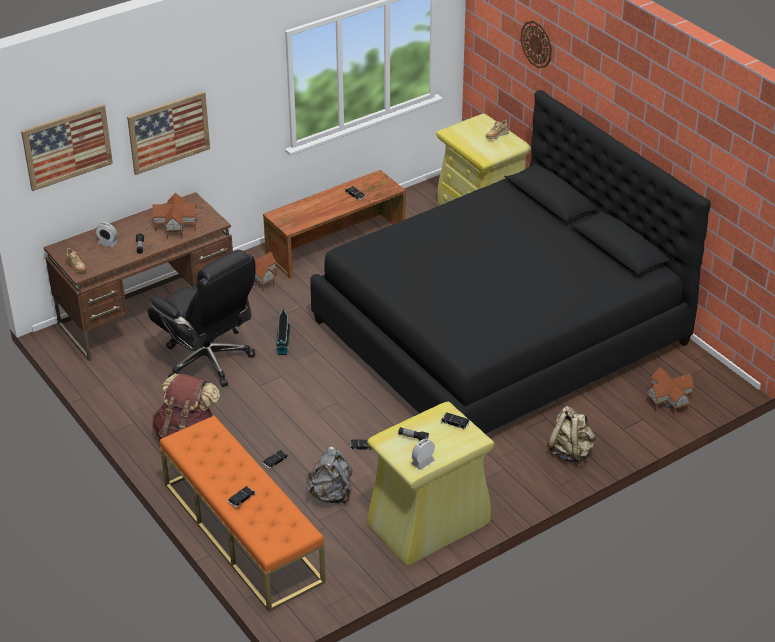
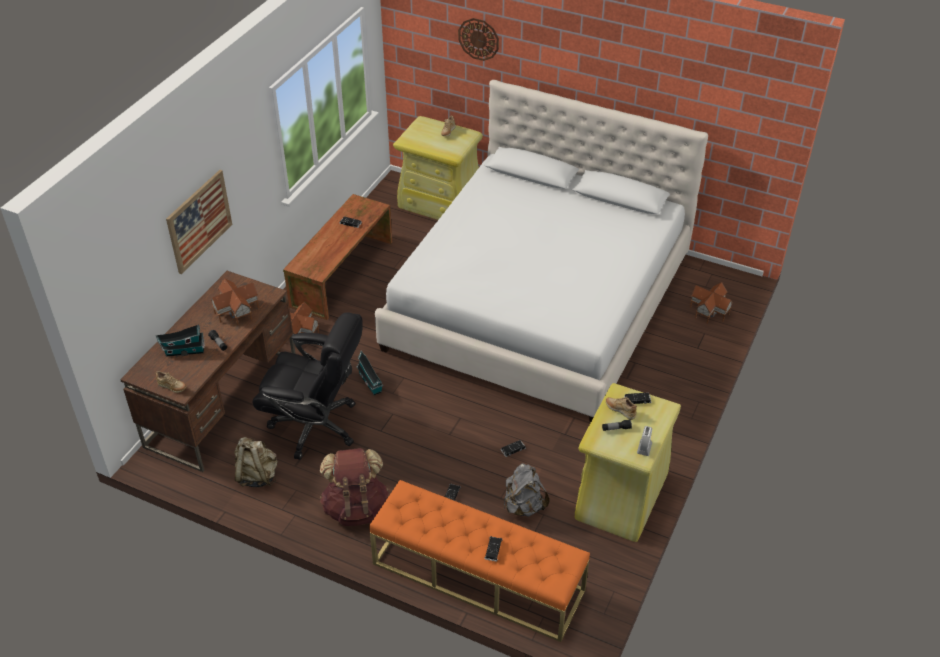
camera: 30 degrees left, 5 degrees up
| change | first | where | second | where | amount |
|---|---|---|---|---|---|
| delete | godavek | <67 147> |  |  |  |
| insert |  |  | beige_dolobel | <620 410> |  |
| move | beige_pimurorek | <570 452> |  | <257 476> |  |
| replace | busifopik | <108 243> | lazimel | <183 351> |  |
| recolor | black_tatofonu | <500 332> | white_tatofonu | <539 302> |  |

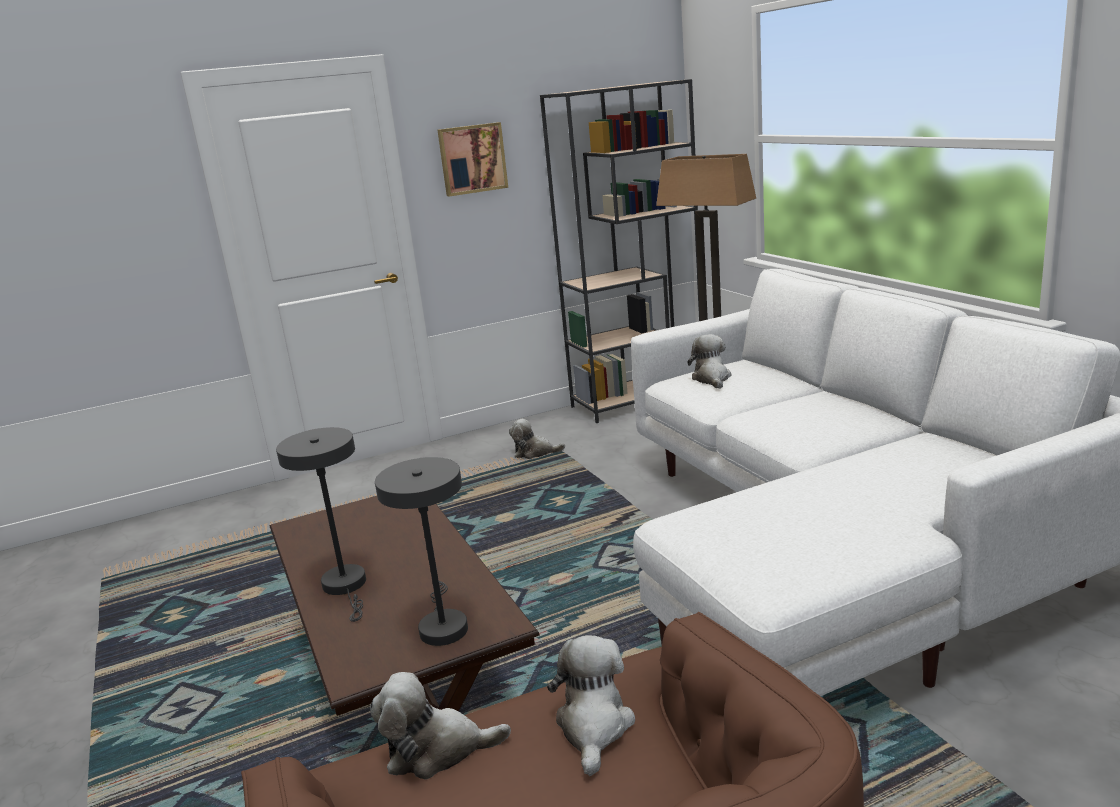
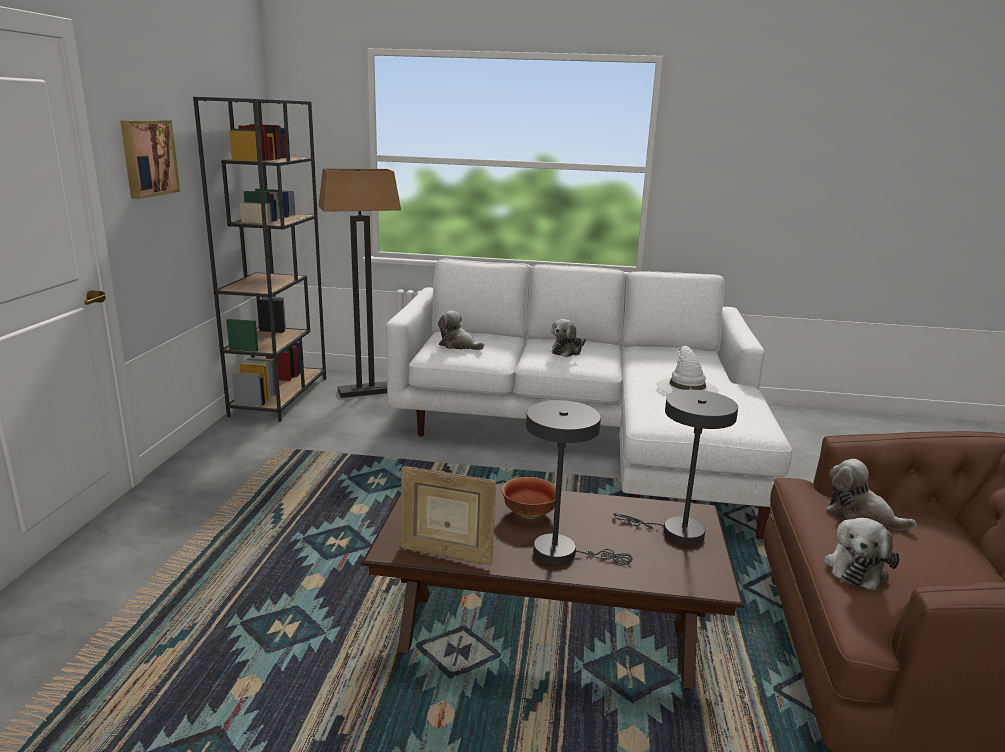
camera: 60 degrees left, 0 degrees up
| change | first | where | second | where | amount |
|---|---|---|---|---|---|
| insert |  |  | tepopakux | <446 554> |  |
| insert |  |  | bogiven | <529 513> |  |
| insert |  |  | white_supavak | <686 388> |  |
| move | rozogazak | <534 452> |  | <568 351> |  |

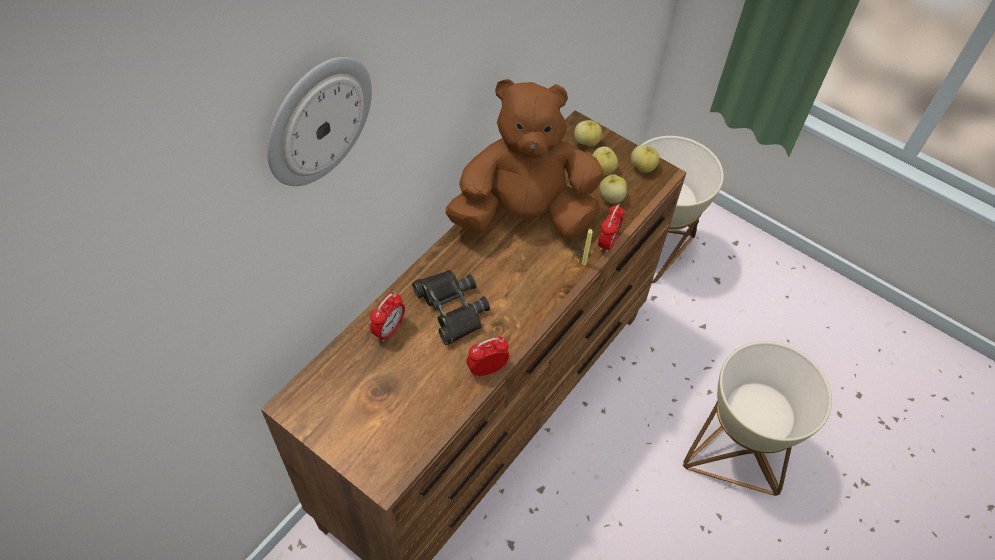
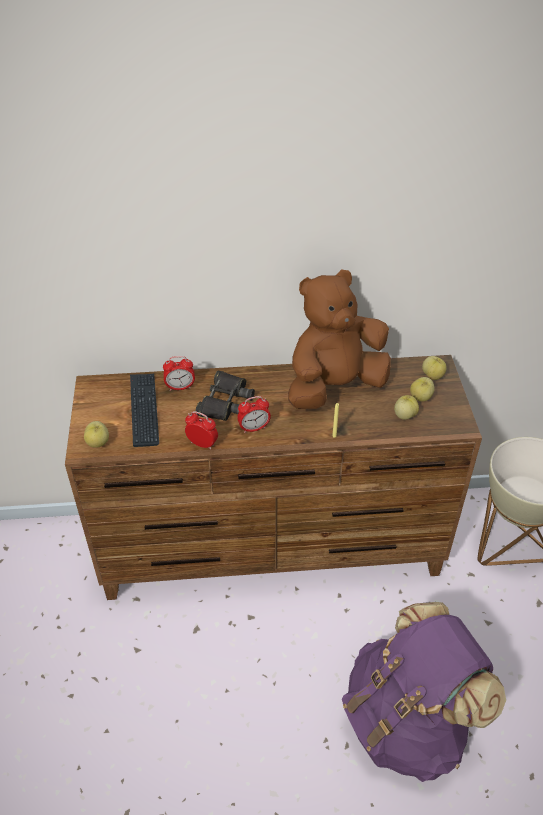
camera: 50 degrees right, 10 degrees down
| change | first | where | second | where | amount |
|---|---|---|---|---|---|
| delete | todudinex | <317 120> |  |  |  |
| insert |  |  | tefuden | <144 410> |  |
| move | busifopik | <607 242> |  | <254 428> |  |
| move | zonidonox | <643 167> |  | <98 442> |  |
| replace | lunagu | <735 454> | purple_pimurorek | <407 721> |  |
| rotate | brown_rozogazak | <524 215> |  | <334 386> | 75 degrees counterclockwise |

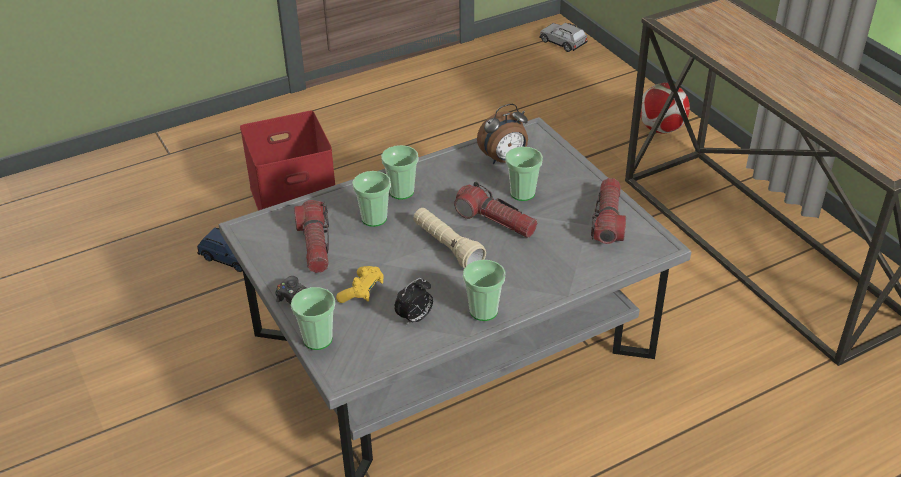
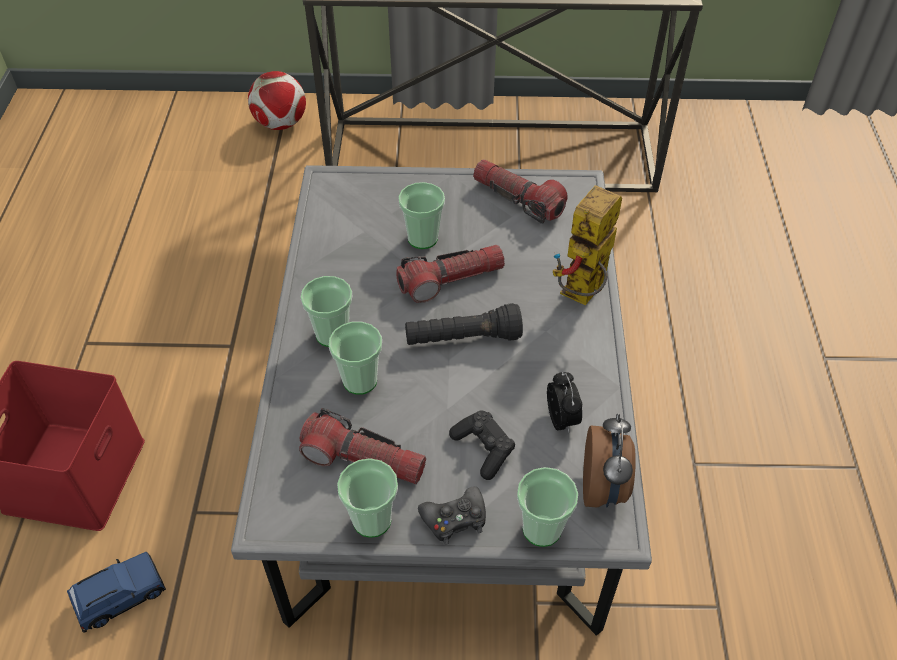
camera: 60 degrees left, 10 degrees up
| change | first | where | second | where | amount |
|---|---|---|---|---|---|
| delete | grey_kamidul | <563 43> |  |  |  |
| insert |  |  | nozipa | <582 296> |  |
| move | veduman | <483 311> |  | <372 520> |  |
| move | busifopik | <504 159> |  | <604 488> |  |
| recolor | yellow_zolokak | <362 291> | black_zolokak | <483 449> |  |
| recolor | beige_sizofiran | <447 247> | black_sizofiran | <463 339> |  |

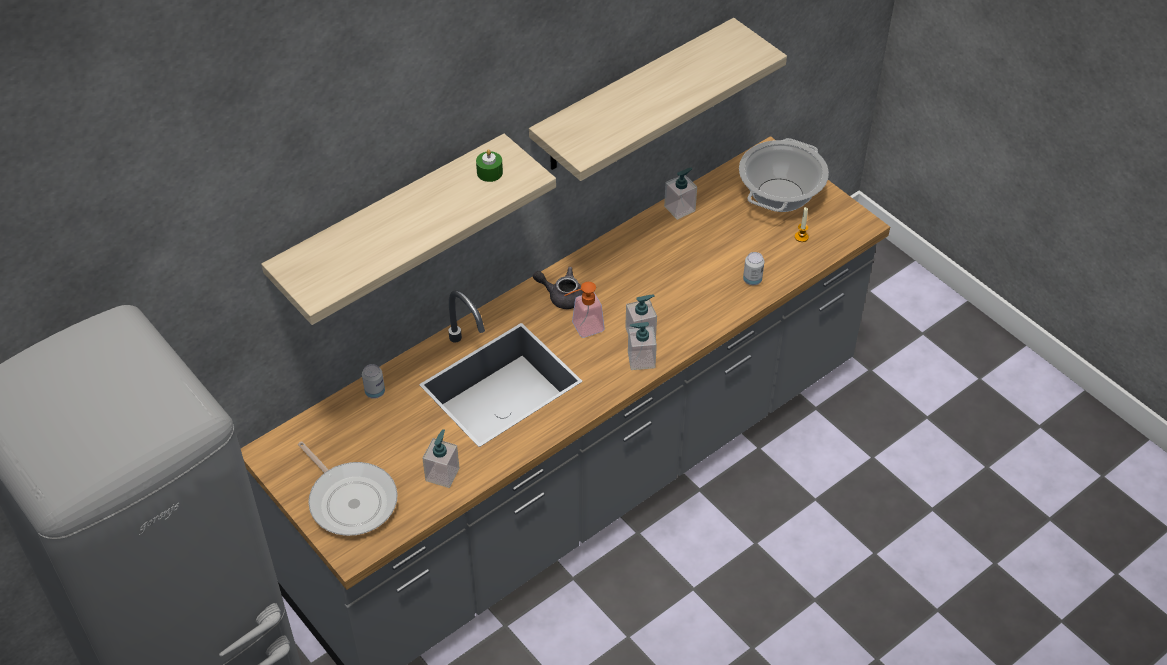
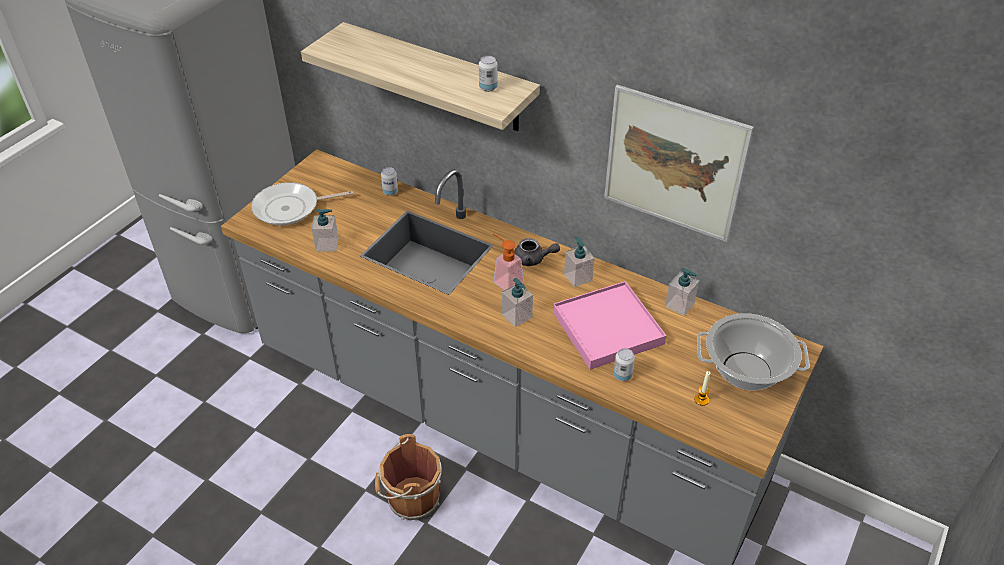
camera: 70 degrees right, 5 degrees down
| change | first | where | second | where | amount |
|---|---|---|---|---|---|
| insert |  |  | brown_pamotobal | <411 499> |  |
| insert |  |  | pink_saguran | <607 328> |  |
| move | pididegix | <641 360> |  | <577 277> |  |
| replace | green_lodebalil | <489 172> | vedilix | <488 88> |  |
| replace | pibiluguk | <633 97> | godavek | <674 164> |  |
| rotate | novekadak | <350 500> |  | <290 208> | 45 degrees clockwise |
| rotate | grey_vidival | <561 296> |  | <533 259> | 105 degrees clockwise |

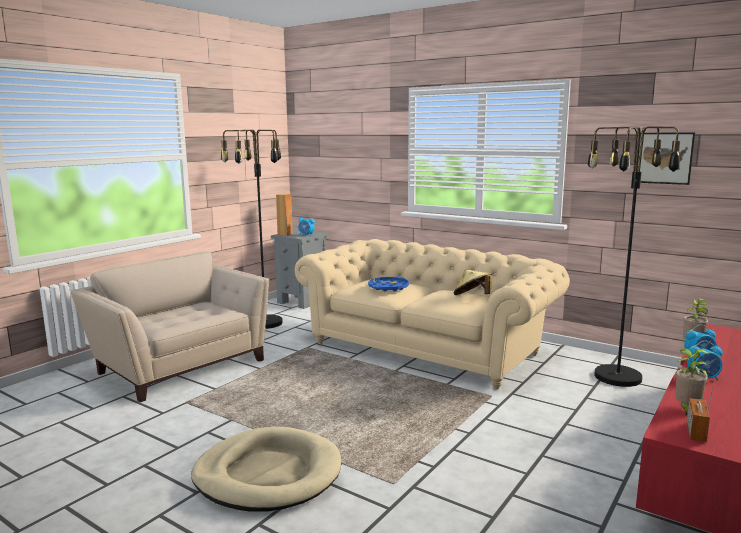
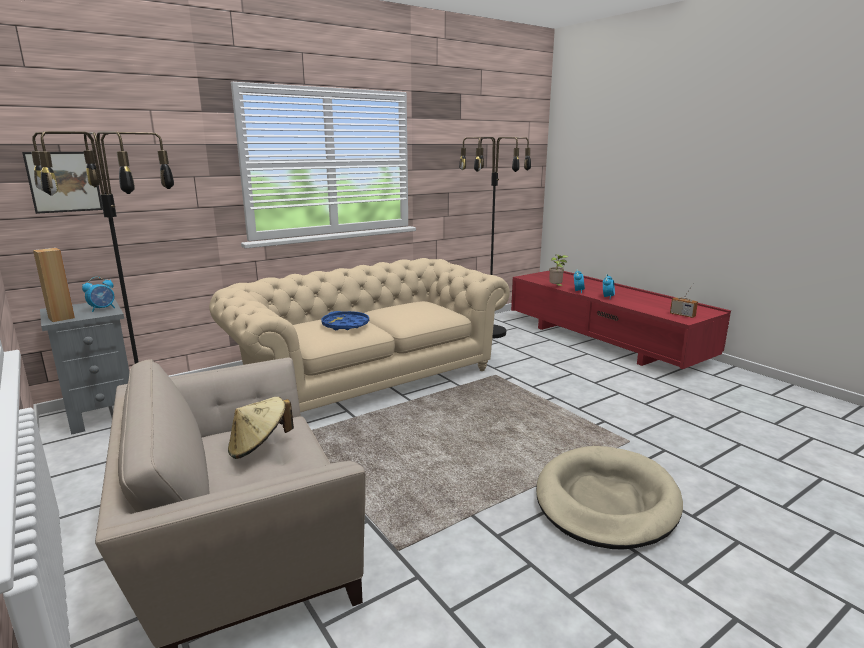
camera: 70 degrees left, 5 degrees up
| change | first | where | second | where | amount |
|---|---|---|---|---|---|
| delete | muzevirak | <686 409> |  |  |  |
| move | beige_supavak | <472 297> |  | <259 446> |  |
| move | godavek | <664 158> |  | <64 182> |  |

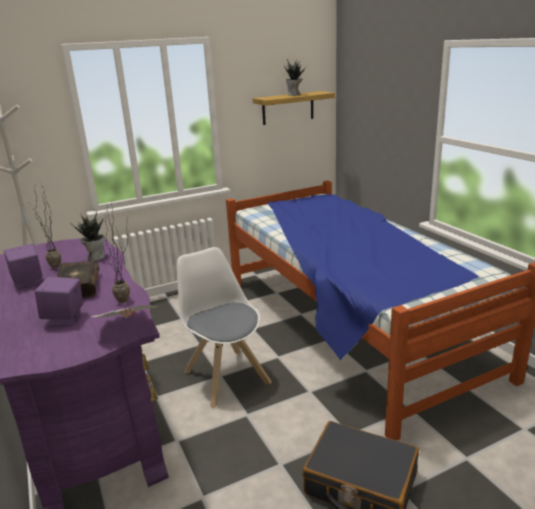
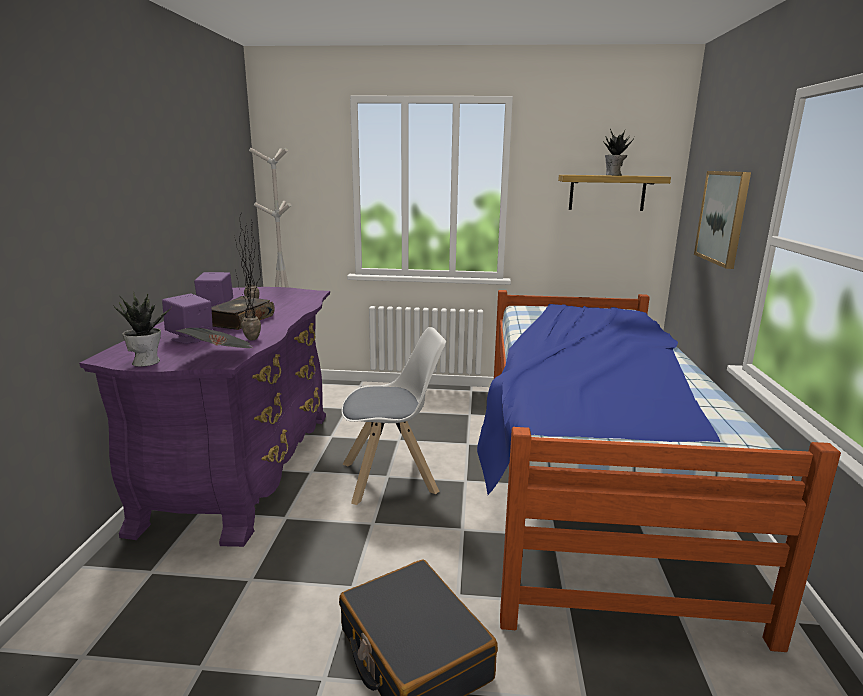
camera: 30 degrees right, 5 degrees down
| change | first | where | second | where | amount |
|---|---|---|---|---|---|
| insert |  |  | godavek | <723 217> |  |
| move | muzevirak | <96 257> |  | <146 361> |  |
| rotate | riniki | <225 375> |  | <392 478> | 75 degrees clockwise |

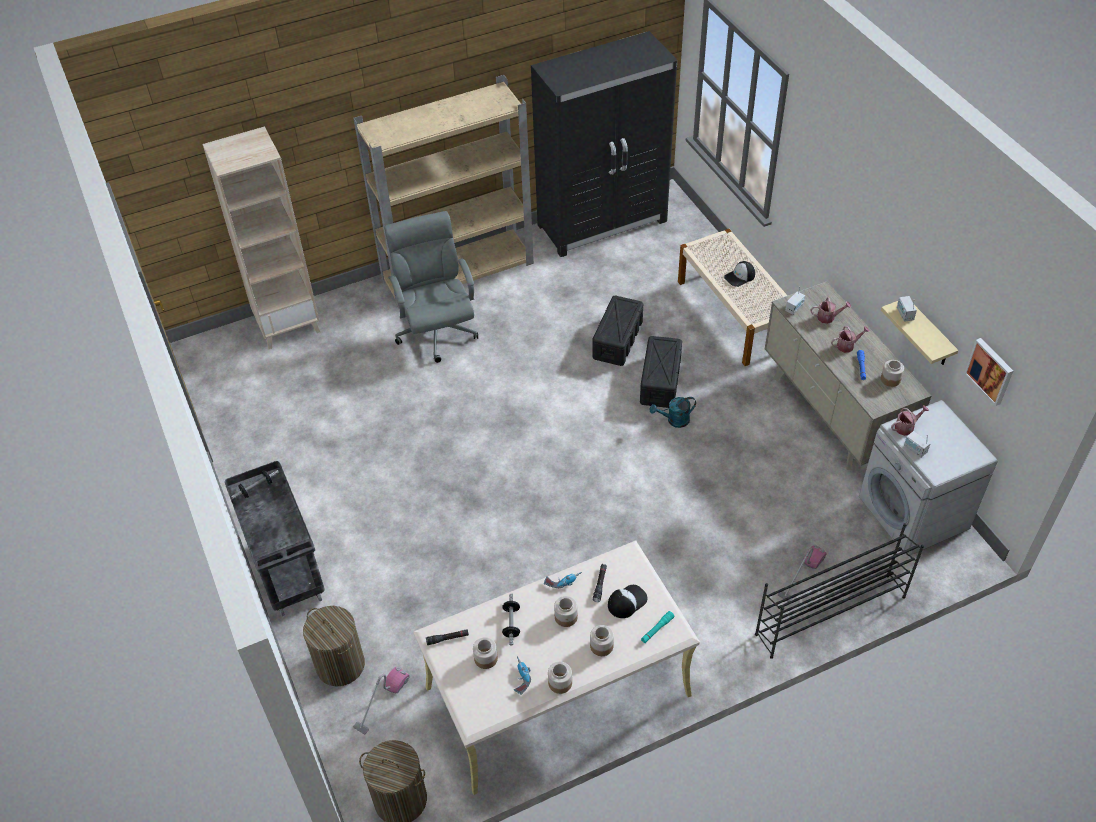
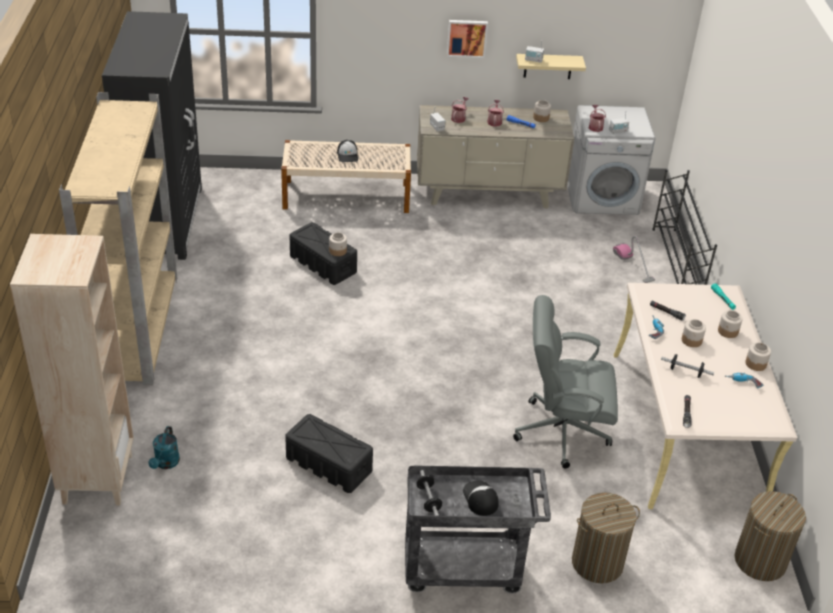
camera: 70 degrees left, 10 degrees down
| change | first | where | second | where | amount |
|---|---|---|---|---|---|
| delete | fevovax | <381 702> |  |  |  |
| move | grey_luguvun | <437 332> |  | <562 431> |  |
| move | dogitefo | <486 659> |  | <338 251> |  |
| move | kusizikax | <626 601> |  | <480 498> |  |
| move | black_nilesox | <660 381> |  | <328 464> |  |
| move | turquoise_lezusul | <674 420> |  | <166 464> |  |
| move | godavek | <990 371> |  | <467 38> |  |

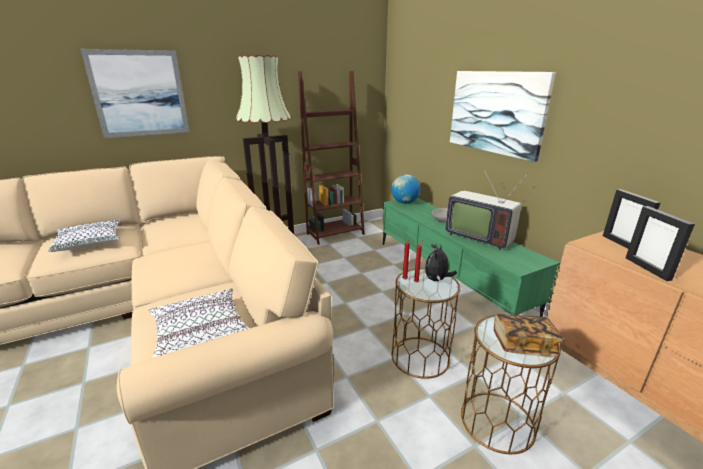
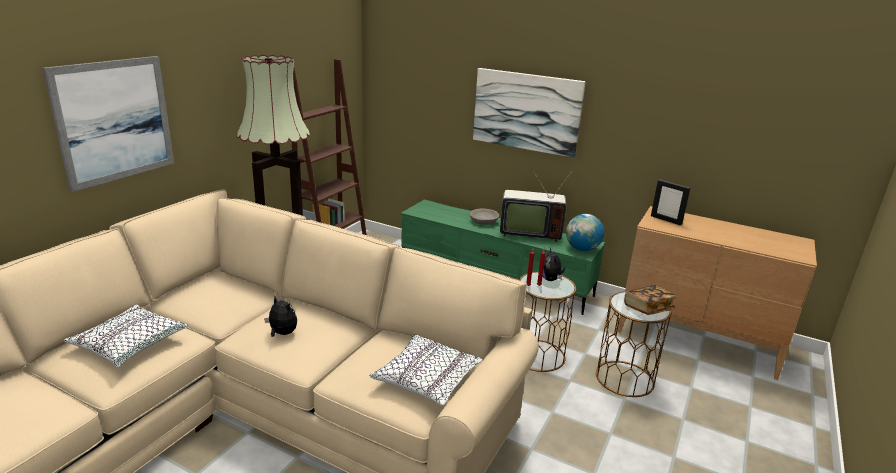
camera: 35 degrees left, 0 degrees up
| change | first | where | second | where | amount |
|---|---|---|---|---|---|
| delete | tepopakux | <648 268> |  |  |  |
| insert |  |  | rozogazak | <282 333> |  |
| move | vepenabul | <404 202> |  | <582 249> |  |

